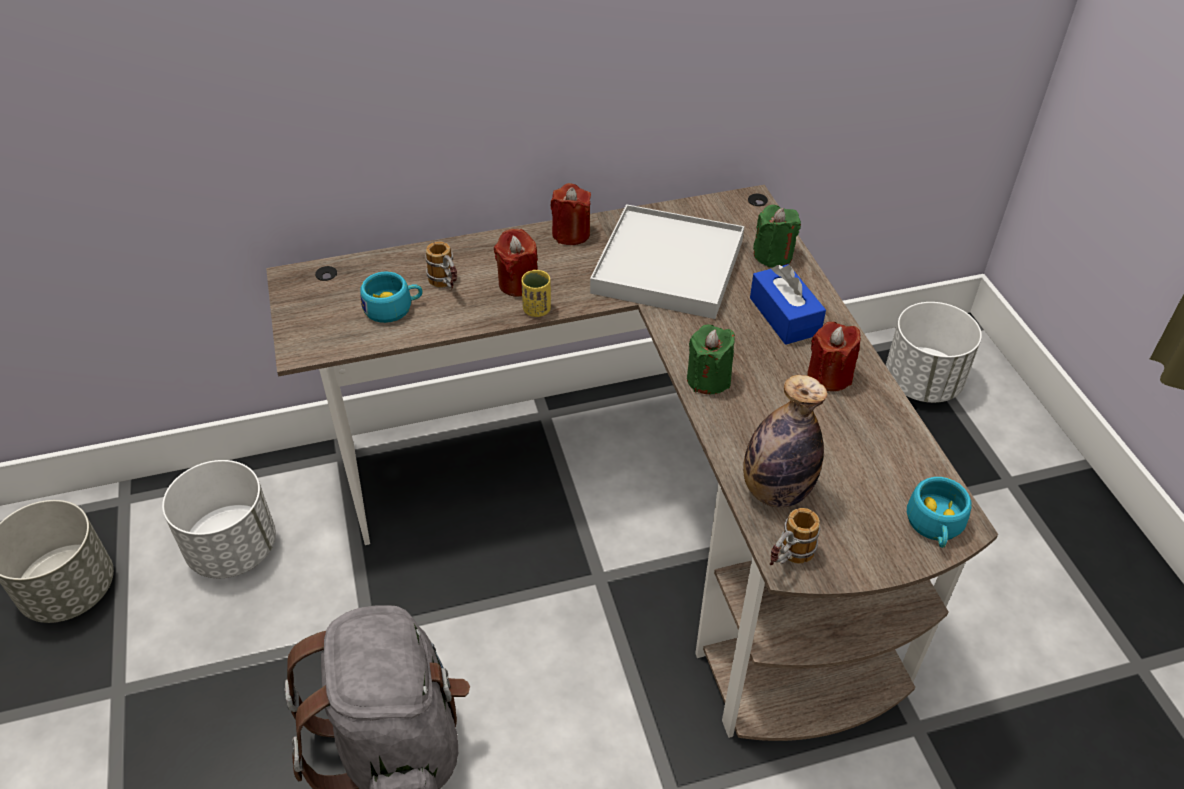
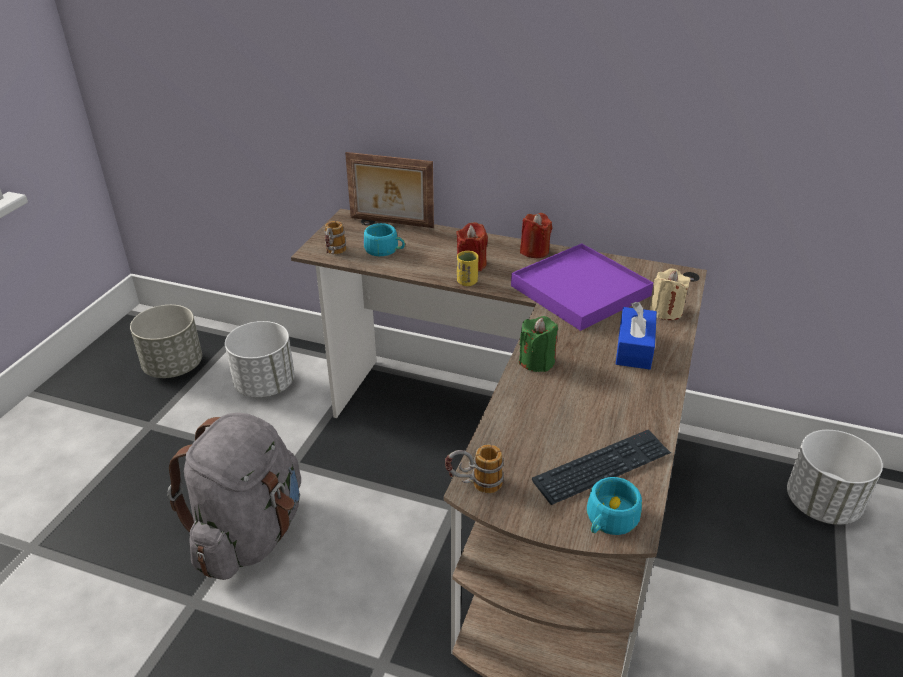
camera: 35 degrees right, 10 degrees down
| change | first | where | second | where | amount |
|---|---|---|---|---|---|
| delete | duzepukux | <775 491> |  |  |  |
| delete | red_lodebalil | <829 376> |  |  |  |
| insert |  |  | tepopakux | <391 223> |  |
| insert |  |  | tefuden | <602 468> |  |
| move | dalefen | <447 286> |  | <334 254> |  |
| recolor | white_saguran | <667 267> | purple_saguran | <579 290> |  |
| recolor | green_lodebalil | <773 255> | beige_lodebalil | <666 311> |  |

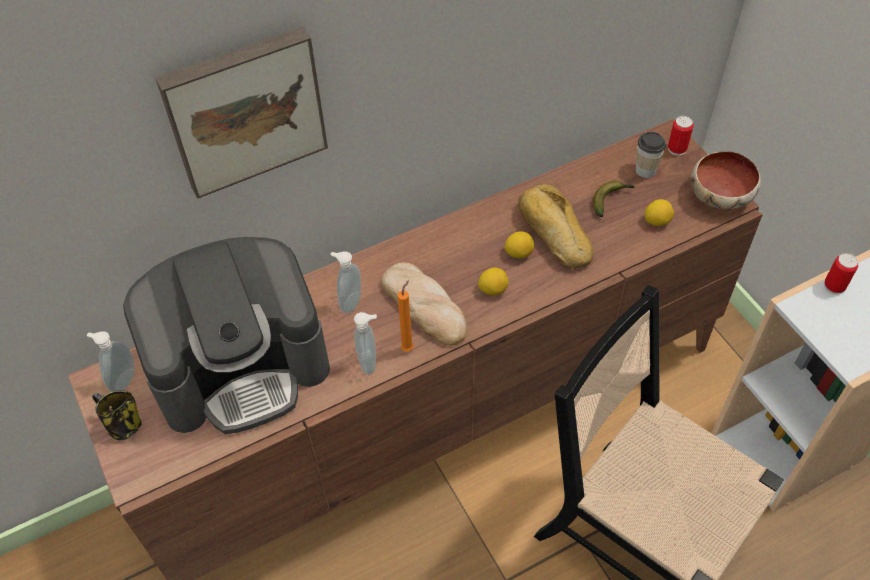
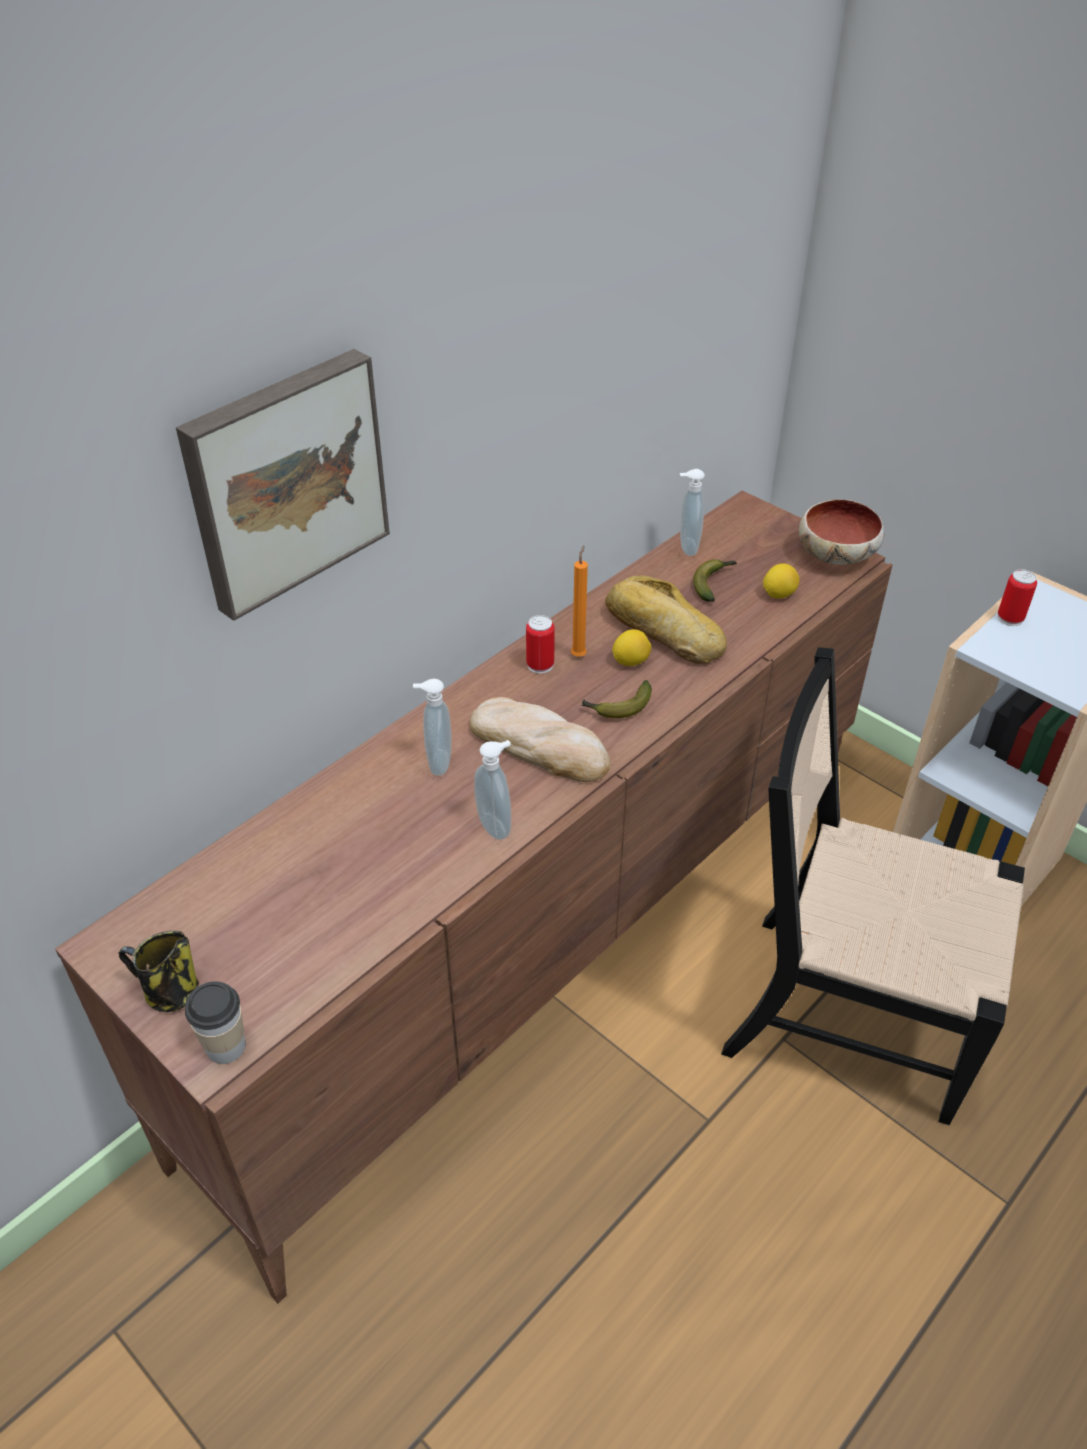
camera: 20 degrees left, 10 degrees down
| change | first | where | second | where | amount |
|---|---|---|---|---|---|
| delete | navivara | <241 366> |  |  |  |
| move | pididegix | <122 380> |  | <686 547> |  |
| move | orange_lodebalil | <408 347> |  | <579 655> |  |
| move | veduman | <645 170> |  | <226 1046> |  |
| move | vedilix | <677 149> |  | <540 665> |  |
| replace | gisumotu | <493 289> | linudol | <618 707> |  |

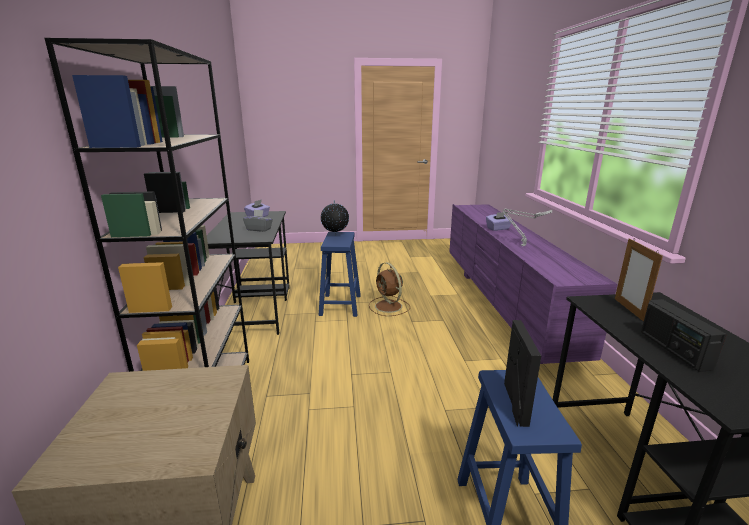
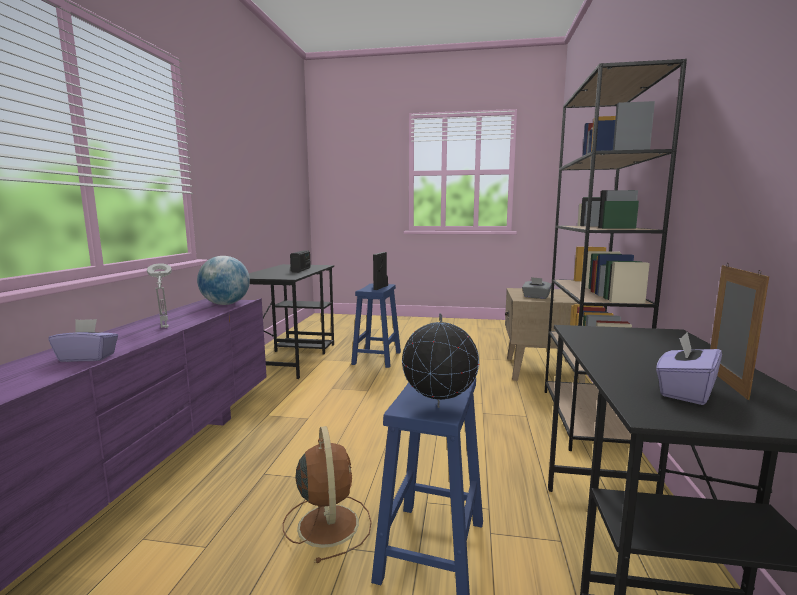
camera: 165 degrees left, 10 degrees down
| change | first | where | second | where | amount |
|---|---|---|---|---|---|
| insert |  |  | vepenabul | <225 304> |  |
| move | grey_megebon | <259 229> |  | <536 297> |  |
| move | tepopakux | <629 309> |  | <726 382> |  |

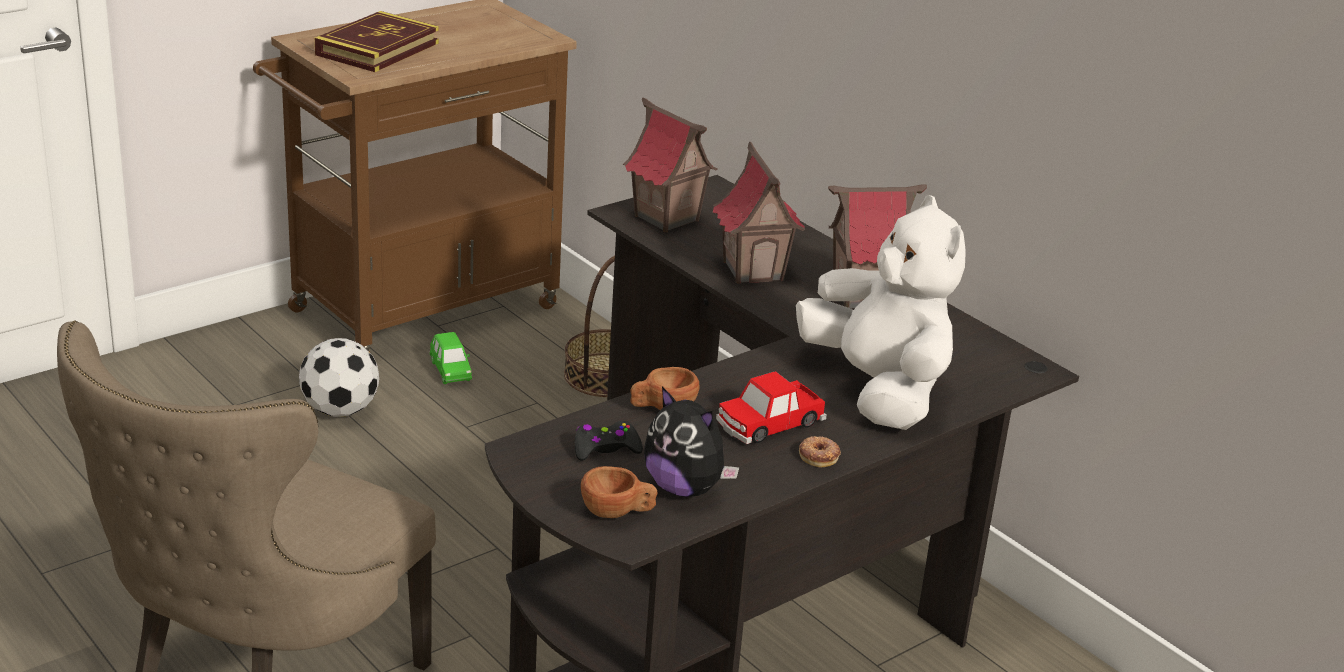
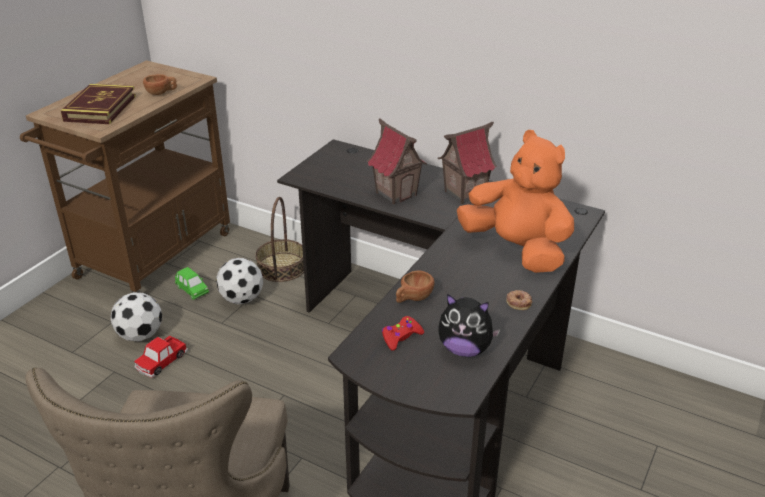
camera: 20 degrees left, 5 degrees up
| change | first | where | second | where | amount |
|---|---|---|---|---|---|
| delete | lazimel | <666 218> |  |  |  |
| insert |  |  | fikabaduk | <241 298> |  |
| move | brown_veduman | <617 512> |  | <161 93> |  |
| move | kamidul | <769 423> |  | <161 361> |  |
| recolor | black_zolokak | <605 448> | red_zolokak | <401 337> |  |
| recolor | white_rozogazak | <878 390> | orange_rozogazak | <516 250> |  |

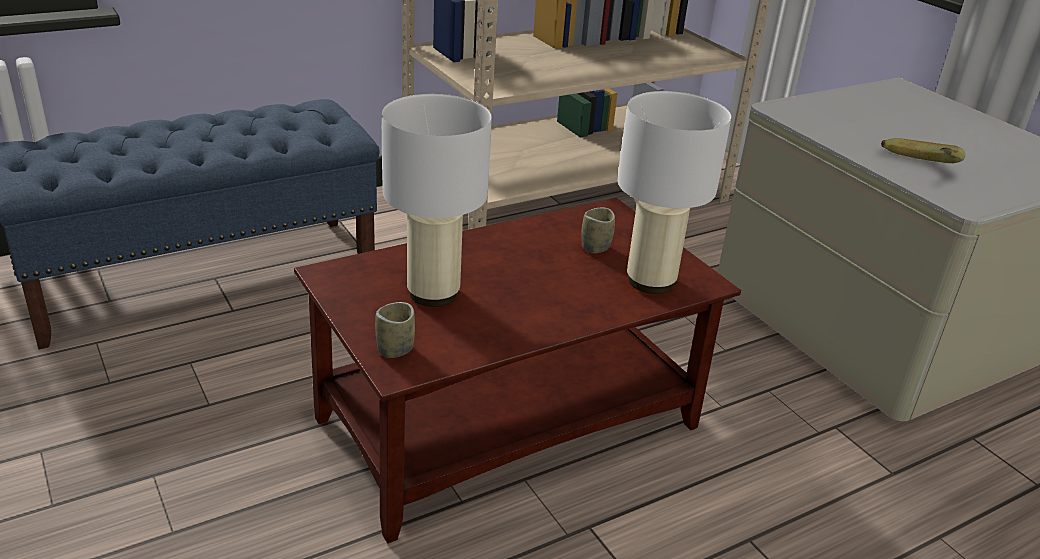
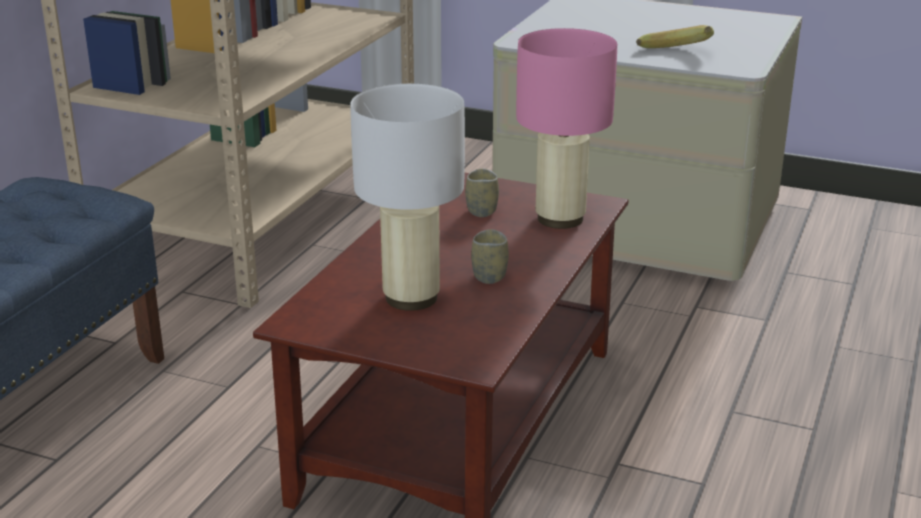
camera: 35 degrees left, 5 degrees down
| change | first | where | second | where | amount |
|---|---|---|---|---|---|
| move | veduman | <395 349> |  | <489 276> |  |
| recolor | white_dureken | <649 281> | pink_dureken | <559 219> |  |

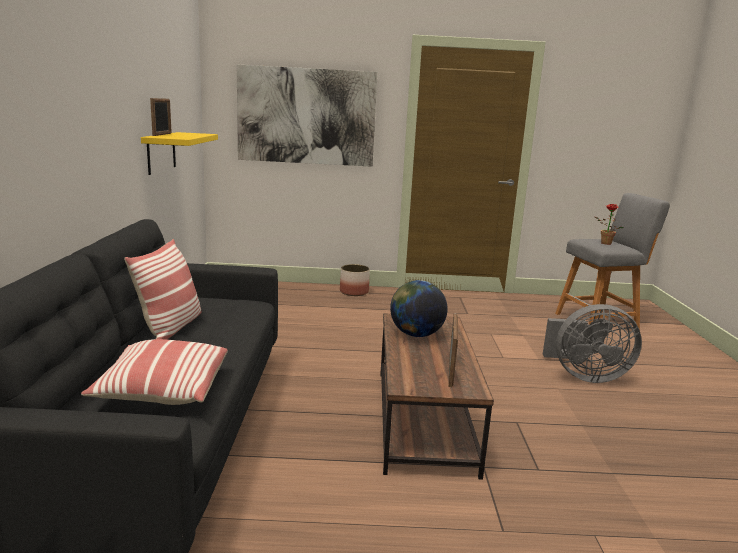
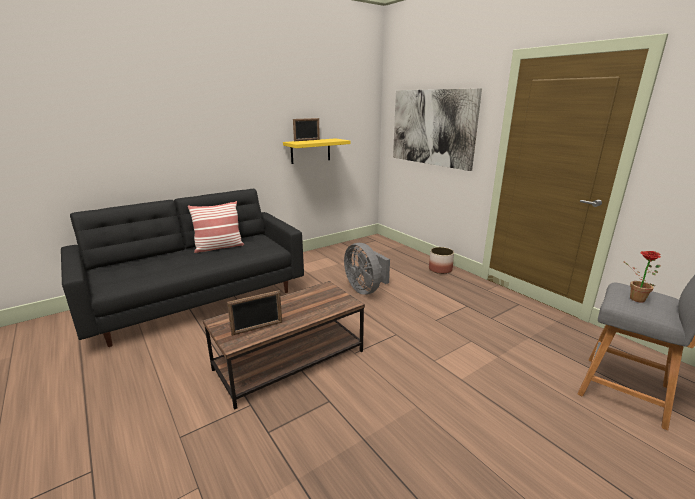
camera: 55 degrees right, 5 degrees up
| change | first | where | second | where | amount |
|---|---|---|---|---|---|
| delete | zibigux | <162 390> |  |  |  |
| delete | vepenabul | <416 334> |  |  |  |
| move | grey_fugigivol | <585 376> |  | <365 289> |  |

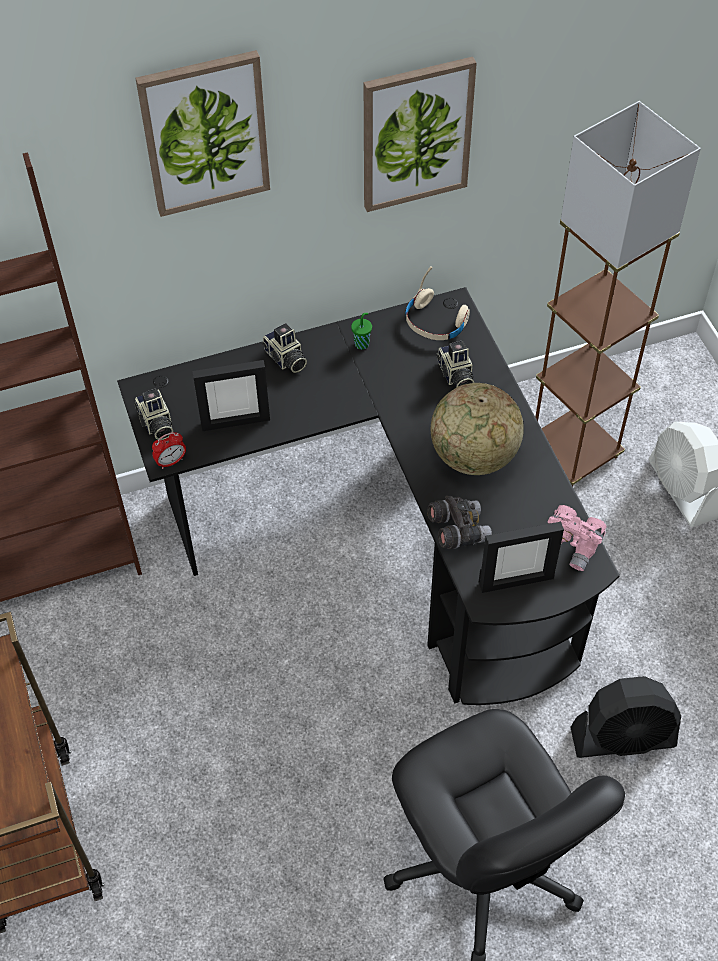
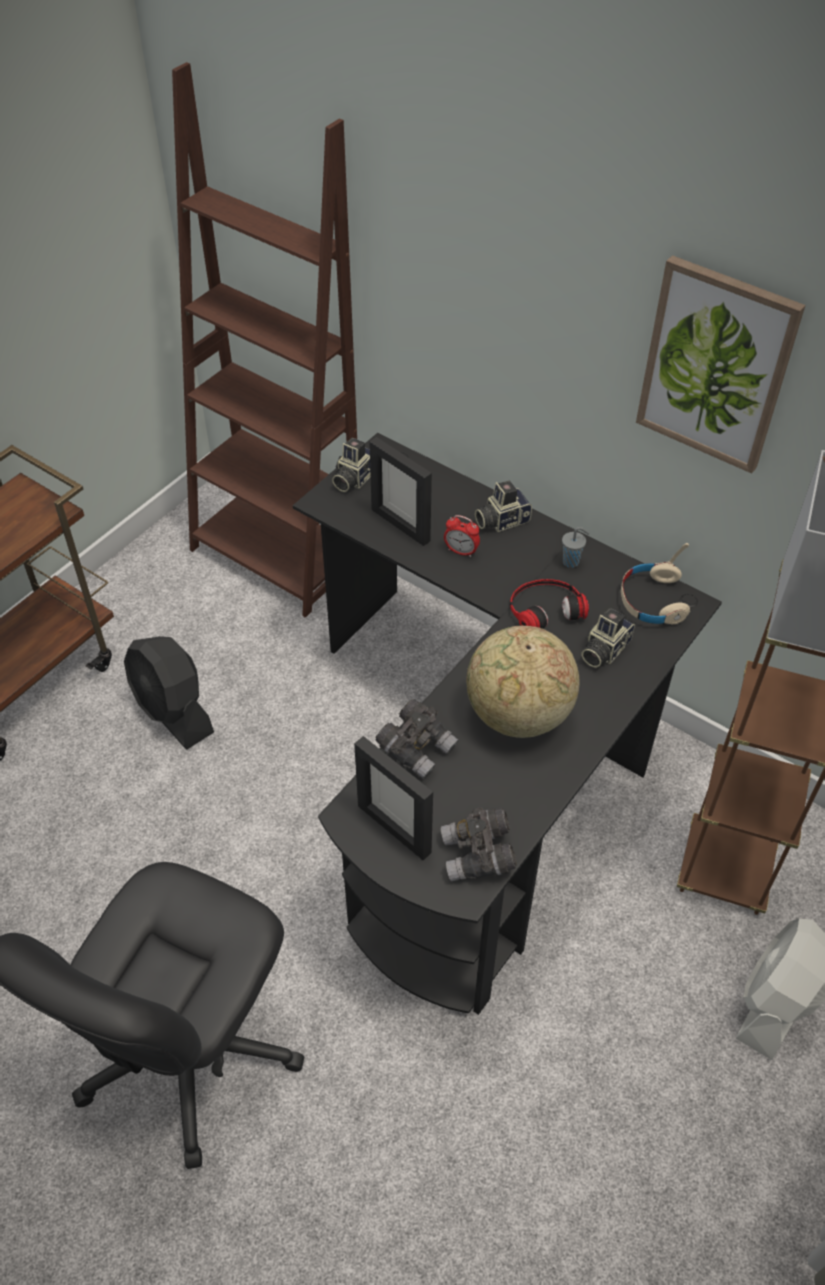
camera: 55 degrees right, 5 degrees down
| change | first | where | second | where | amount |
|---|---|---|---|---|---|
| delete | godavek | <205 133> |  |  |  |
| insert |  |  | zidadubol | <544 608> |  |
| move | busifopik | <171 461> |  | <461 551> |  |
| move | black_fugigivol | <623 738> |  | <173 712> |  |
| recolor | green_veduman | <362 343> | grey_veduman | <572 562> |  |
| recolor | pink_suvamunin | <571 545> | grey_suvamunin | <478 856> |  |
| rotate | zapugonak | <285 359> |  | <501 520> | 45 degrees clockwise |

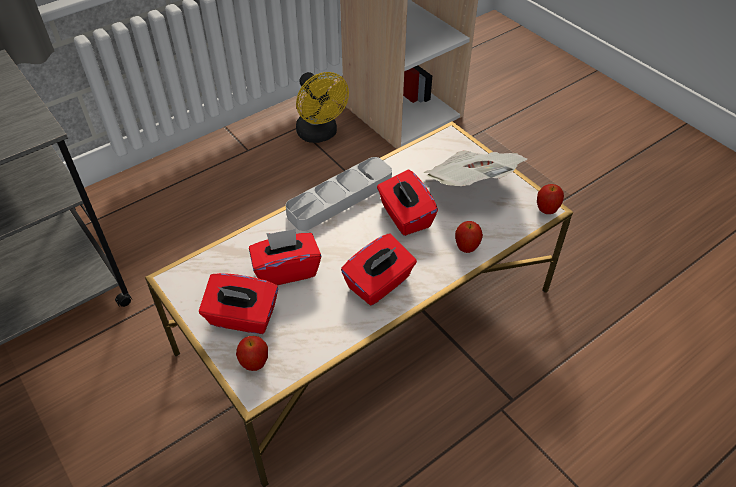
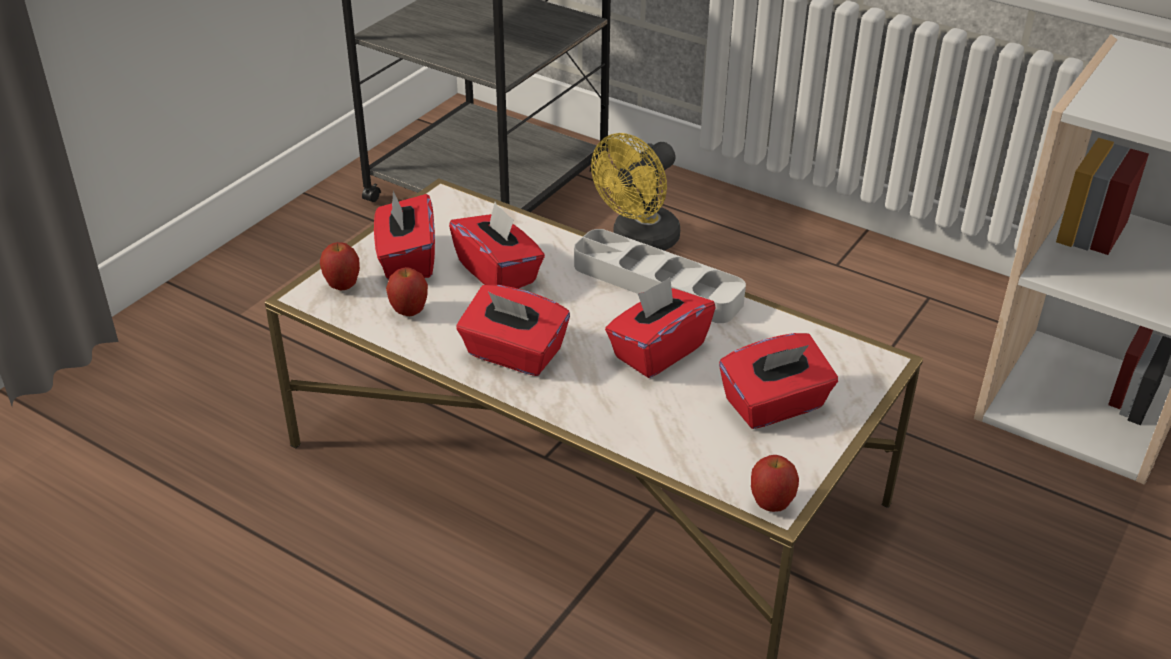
camera: 70 degrees right, 10 degrees down
| change | first | where | second | where | amount |
|---|---|---|---|---|---|
| move | yellow_fugigivol | <320 135> |  | <639 241> |  |
| move | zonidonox | <466 248> |  | <409 312> |  |
| replace | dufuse | <470 185> | red_megebon | <775 405> |  |

